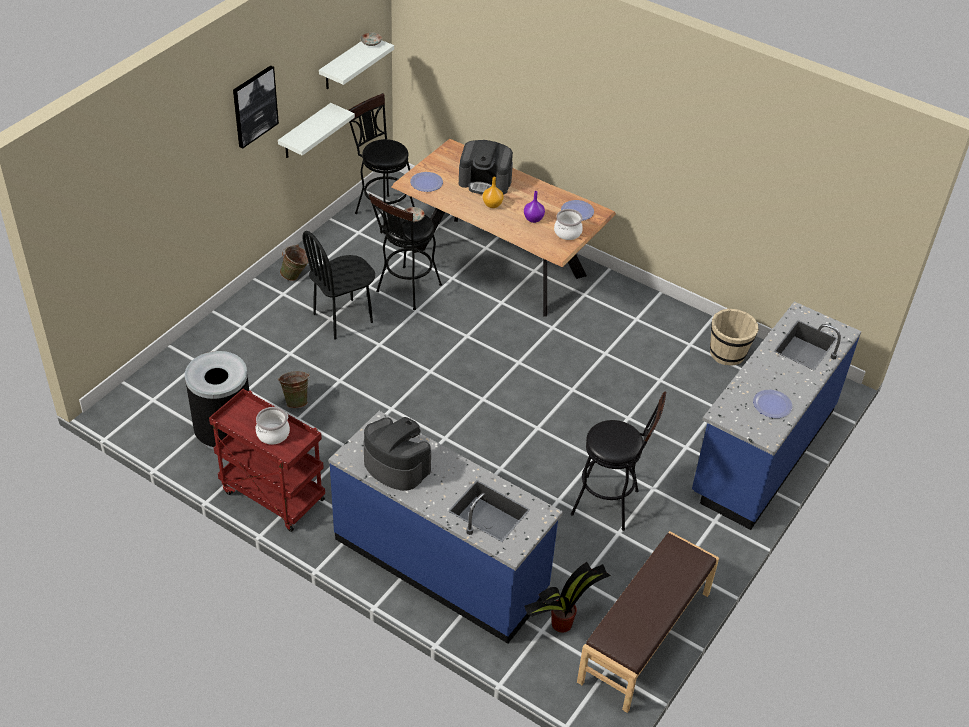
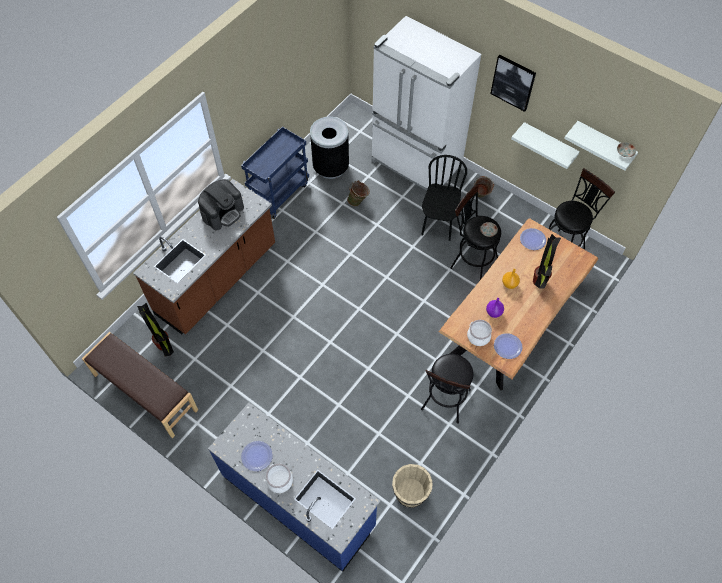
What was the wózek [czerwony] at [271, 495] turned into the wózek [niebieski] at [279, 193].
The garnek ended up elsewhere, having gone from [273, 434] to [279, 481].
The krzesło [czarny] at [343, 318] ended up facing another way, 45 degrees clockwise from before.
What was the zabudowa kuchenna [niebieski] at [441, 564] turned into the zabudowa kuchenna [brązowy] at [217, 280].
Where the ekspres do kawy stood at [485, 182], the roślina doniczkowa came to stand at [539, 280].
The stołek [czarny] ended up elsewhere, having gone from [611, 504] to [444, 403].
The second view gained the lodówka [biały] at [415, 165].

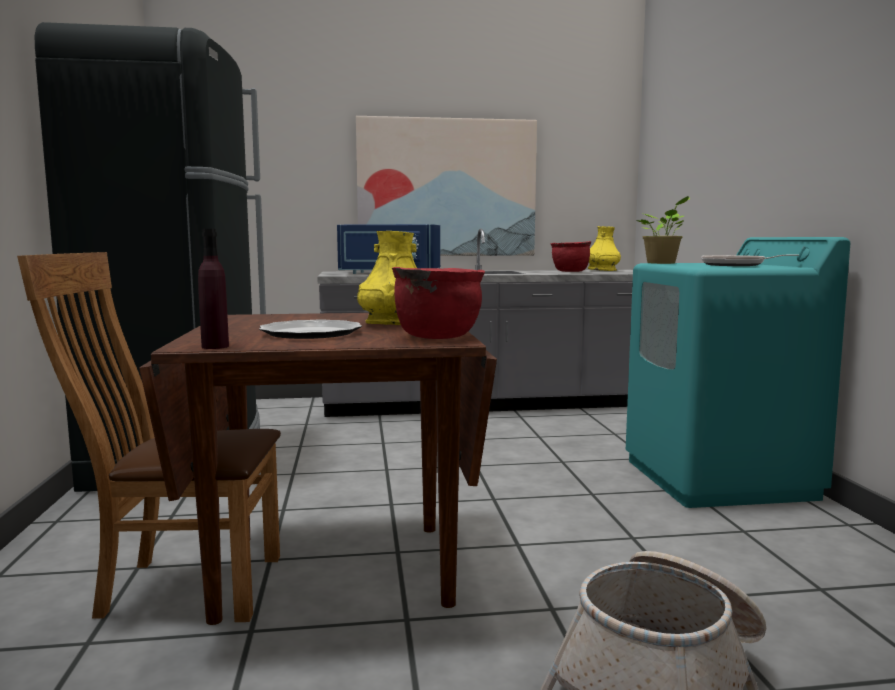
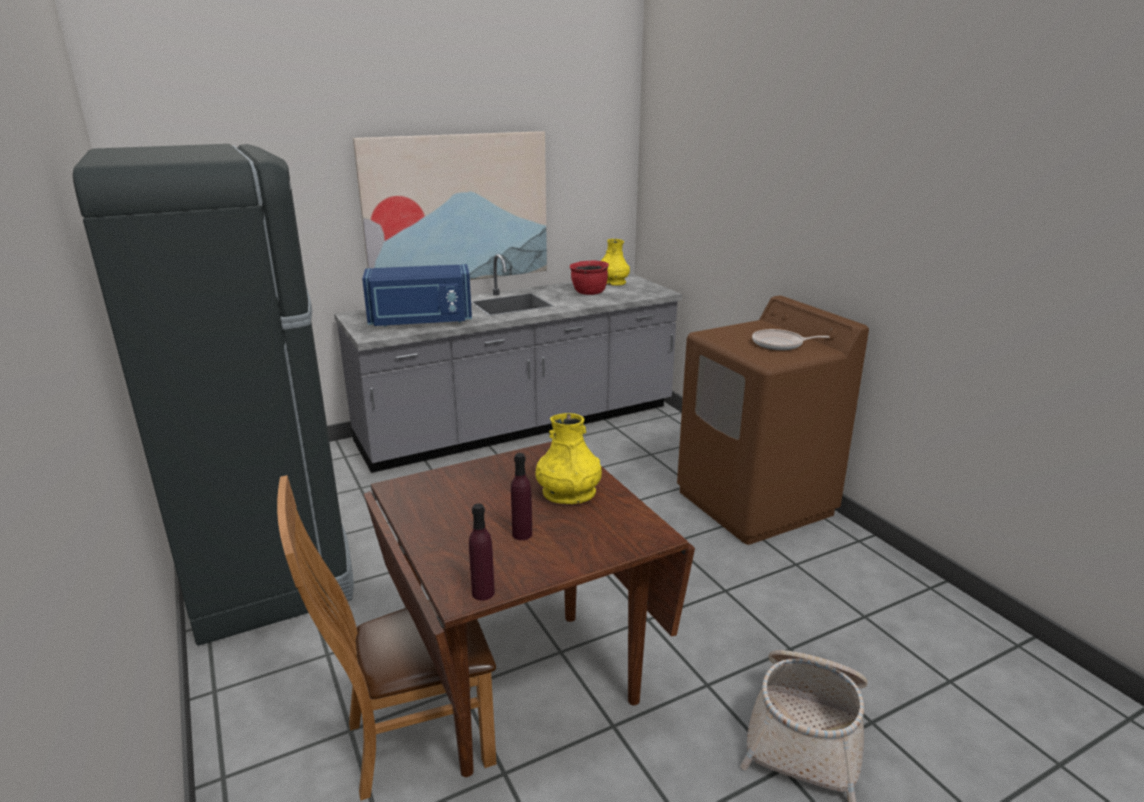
Where the talerz stood at [310, 333], the butelka [fioletowy] came to stand at [522, 534].
The second view lost the garnek [czerwony] at [437, 336].
What was the pralka [turkusowy] at [719, 479] turned into the pralka [brązowy] at [755, 503].
The second view lost the roślina doniczkowa at [663, 263].

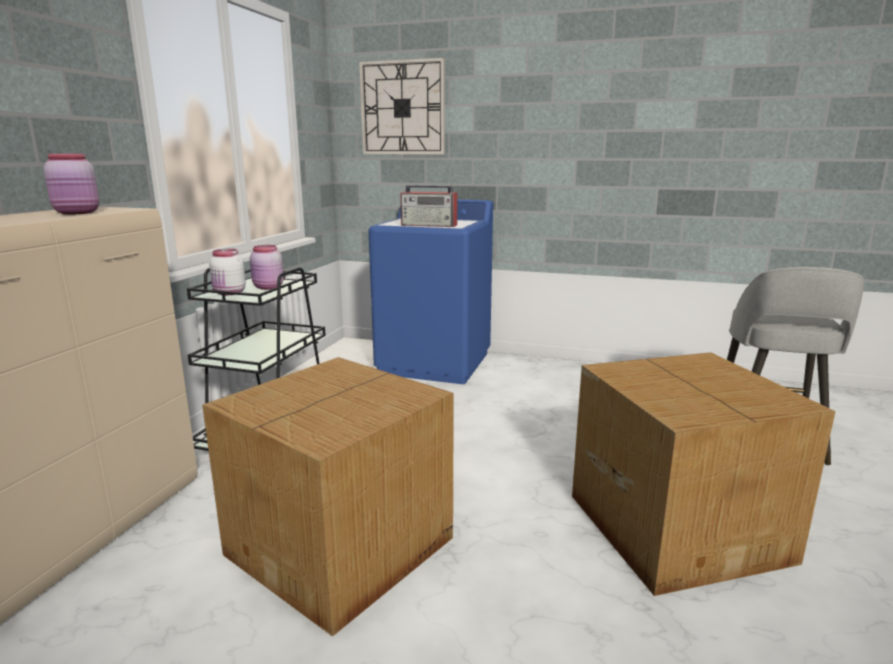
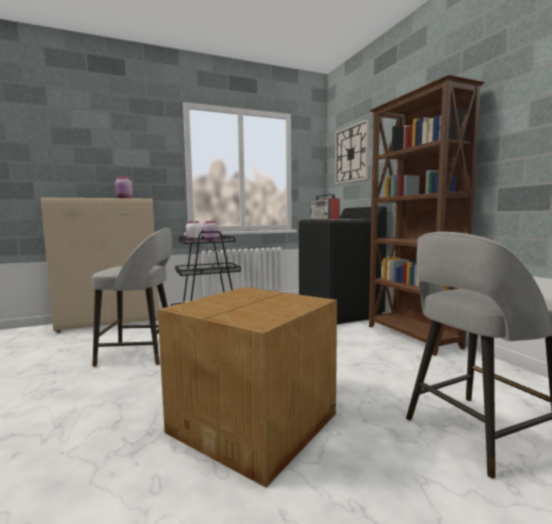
Where the karton stood at [344, 546], the stołek [szary] came to stand at [140, 353].
What was the pralka [niebieski] at [435, 363] turned into the pralka [czarny] at [340, 313].
The second view gained the regał [brązowy] at [412, 337].

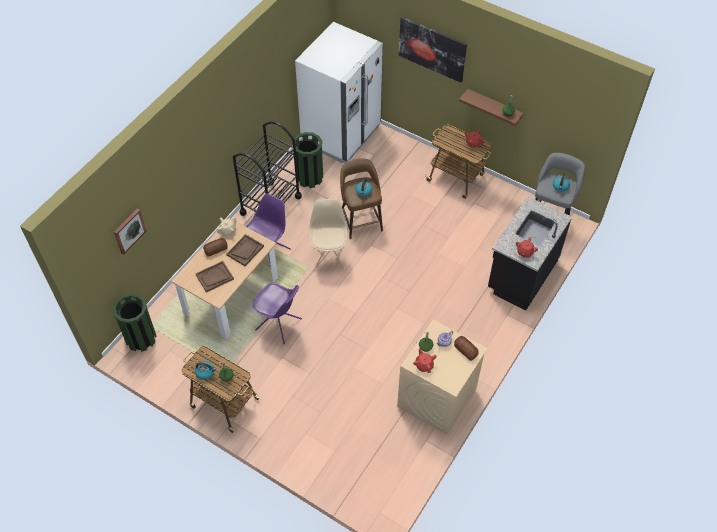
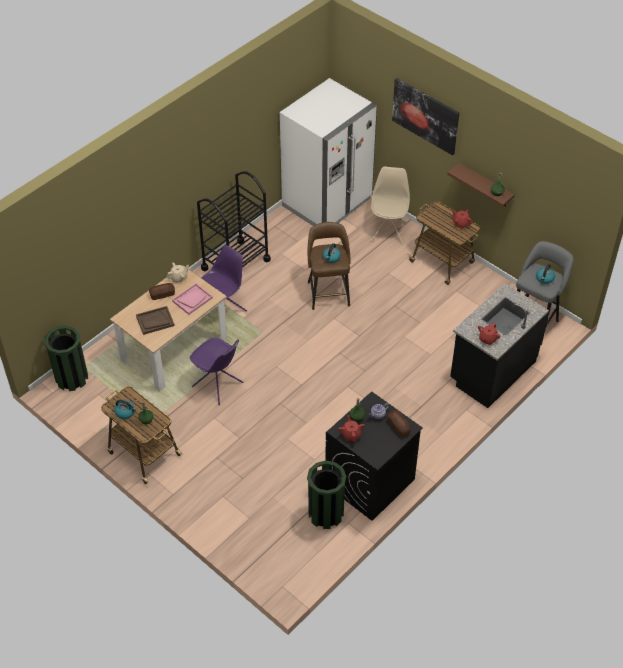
The second view lost the obraz at [129, 230].
What was the taca [brązowy] at [245, 250] turned into the taca [różowy] at [192, 299].
The kosz na śmieci [zielony] ended up elsewhere, having gone from [309, 177] to [325, 513].
The krzesło [beżowy] ended up elsewhere, having gone from [329, 256] to [388, 231].
What was the pralka [beżowy] at [437, 398] turned into the pralka [czarny] at [369, 482].

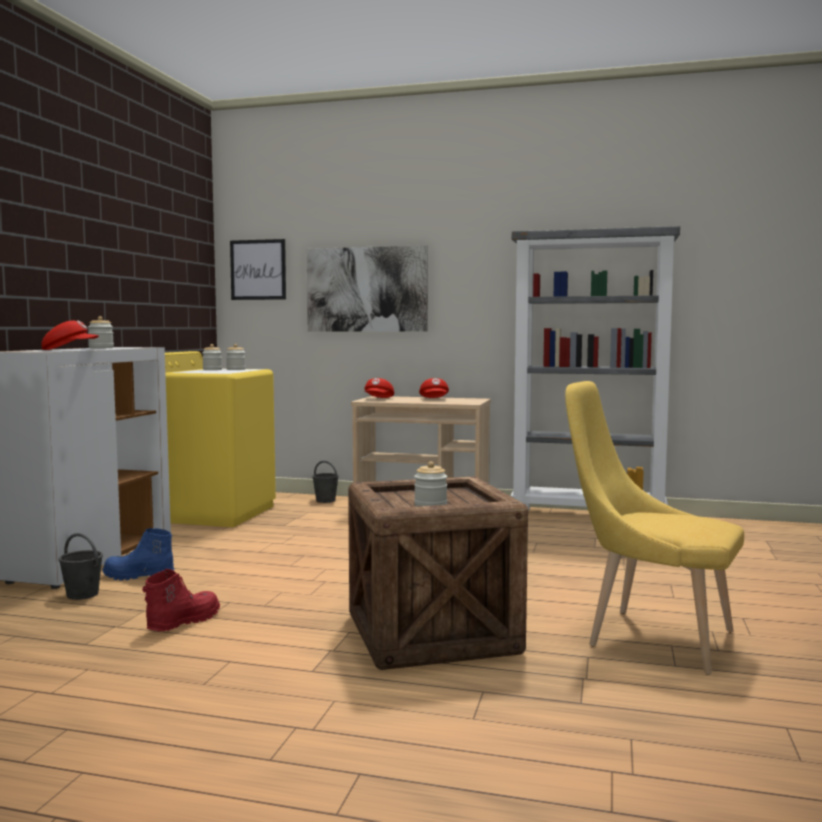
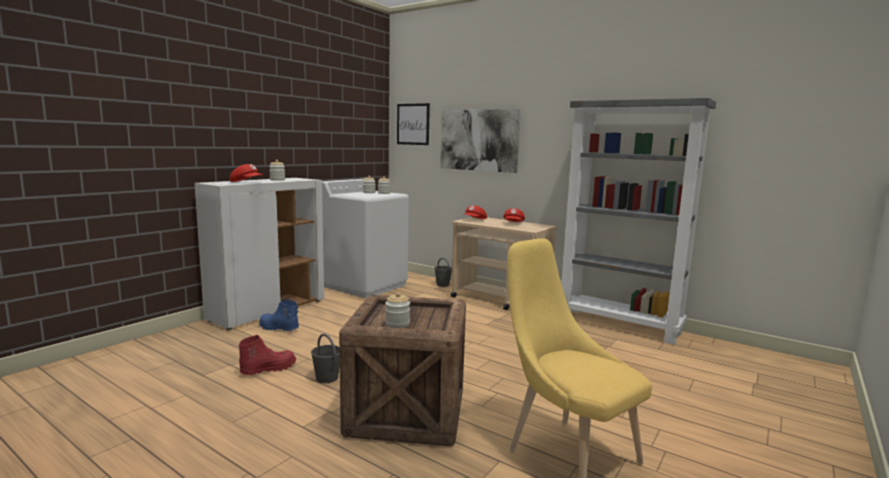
The wiadro [szary] ended up elsewhere, having gone from [83, 594] to [327, 378].
What was the pralka [żółty] at [213, 513] turned into the pralka [biały] at [365, 285].

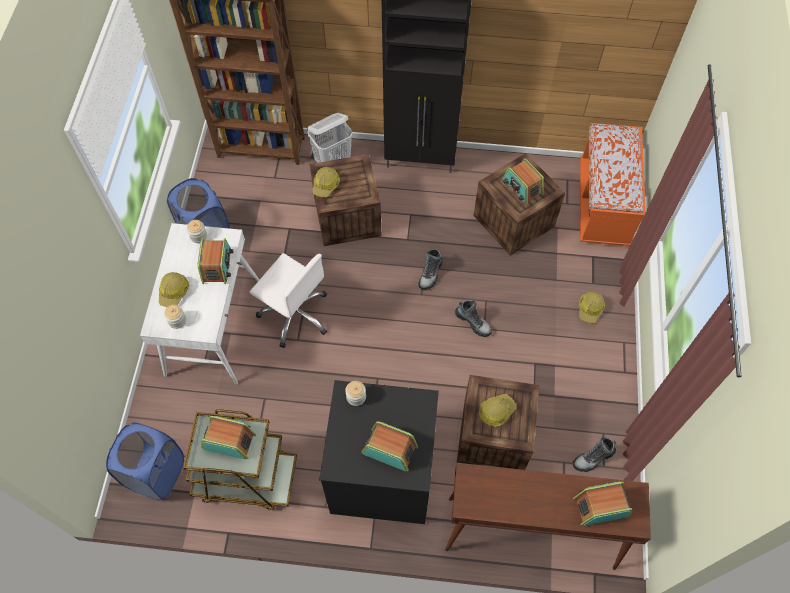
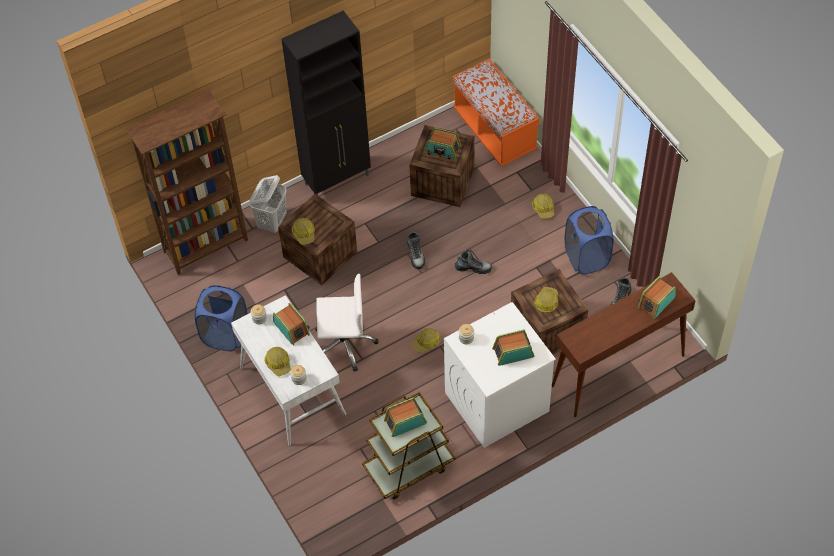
The kosz na pranie [niebieski] ended up elsewhere, having gone from [156, 473] to [586, 257].
What was the pralka [czarny] at [381, 475] turned into the pralka [biały] at [496, 402].
The second view gained the kask at [427, 342].

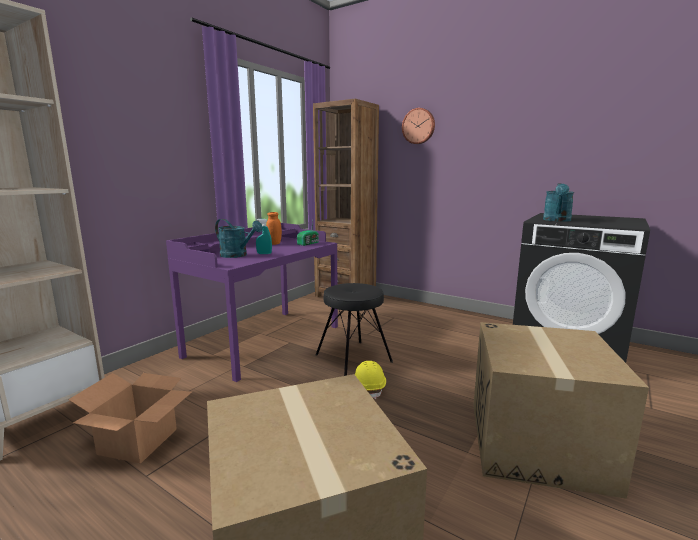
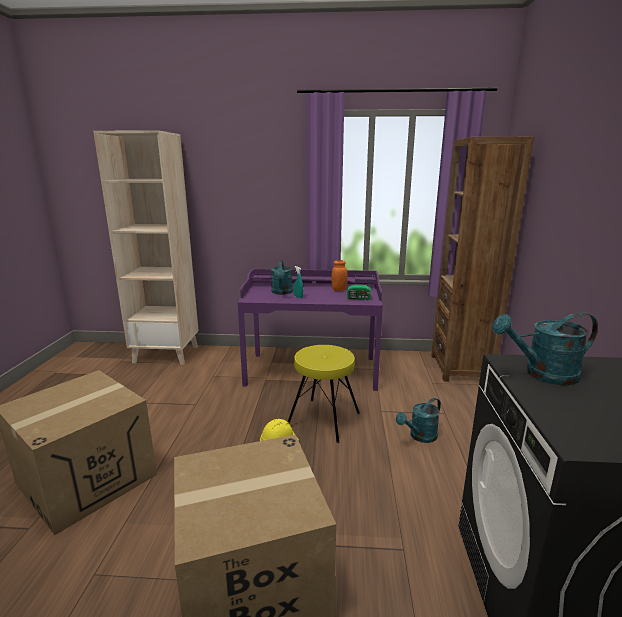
The second view lost the karton at [138, 441].
What was the stołek [czarny] at [353, 358] turned into the stołek [żółty] at [323, 419].
The second view lost the zegar ścienny at [418, 126].
The second view gained the konewka [turkusowy] at [420, 436].

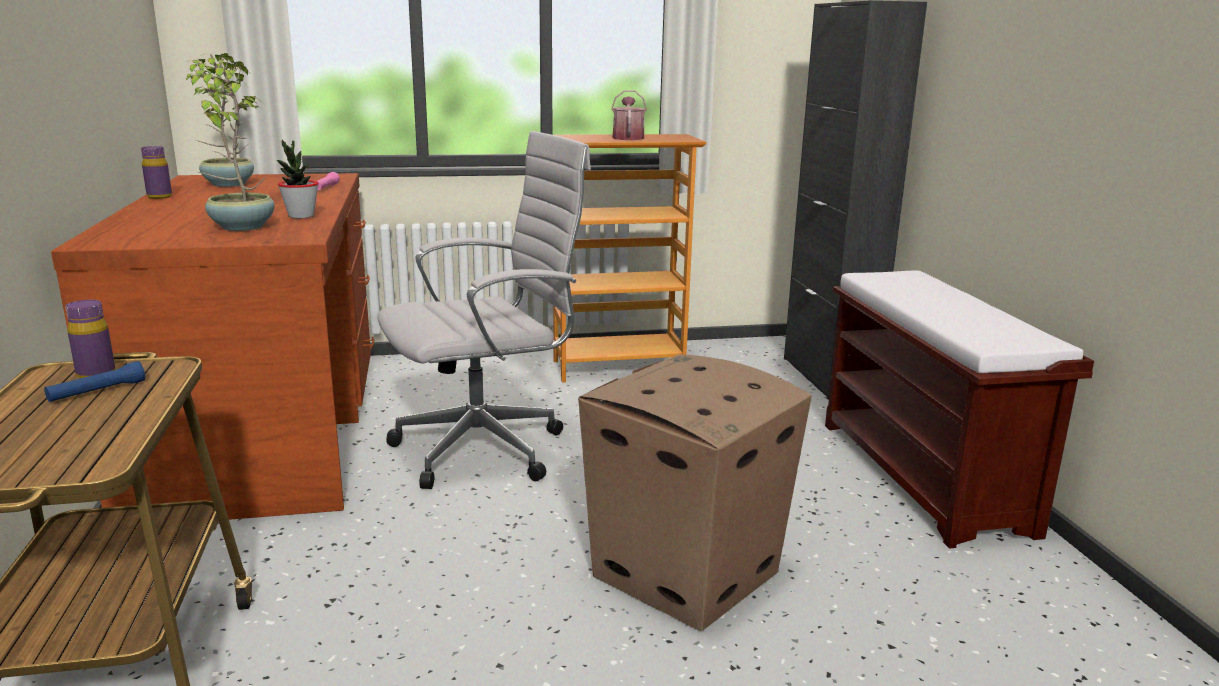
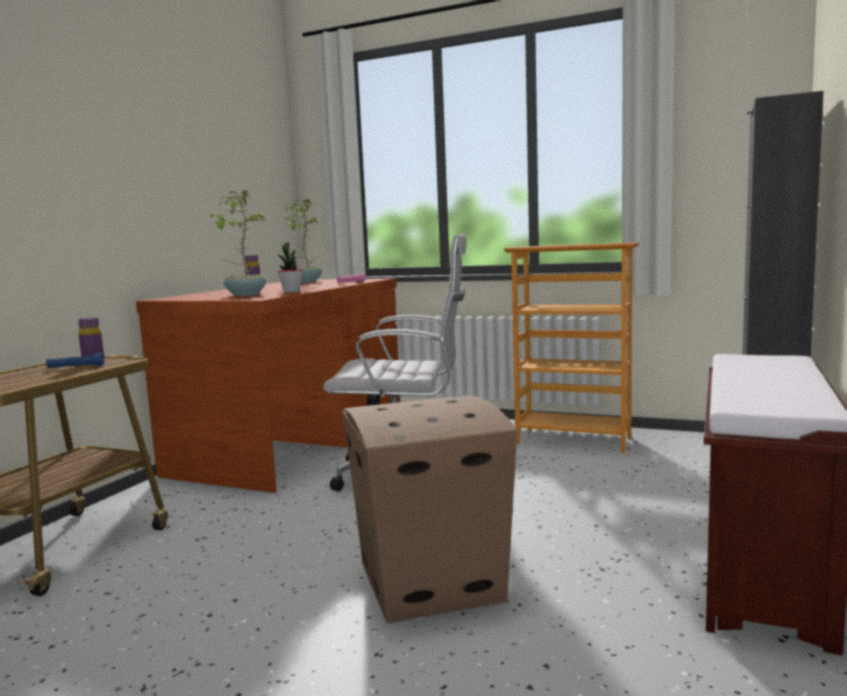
The second view lost the konewka at [628, 137].

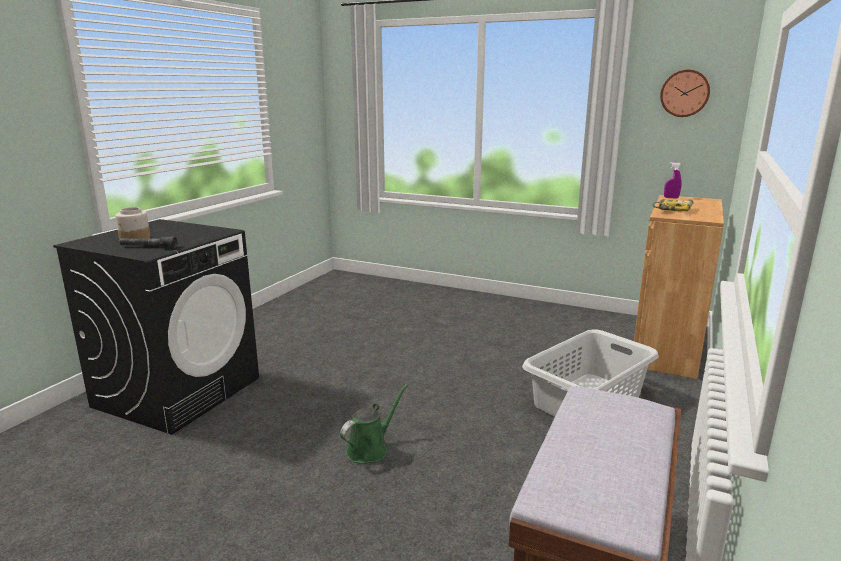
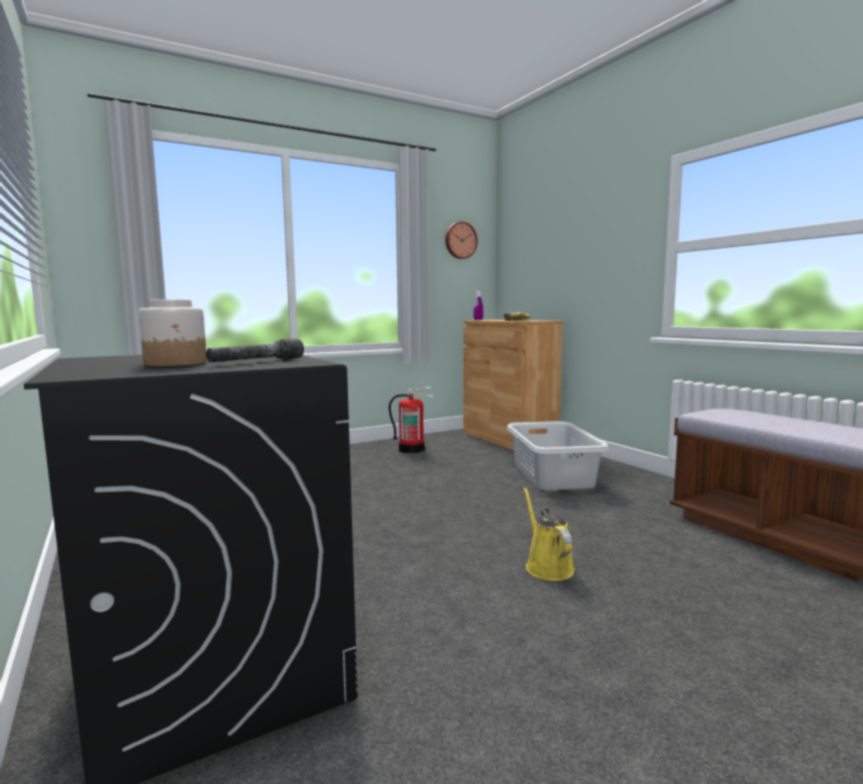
What was the konewka [zielony] at [370, 449] turned into the konewka [żółty] at [547, 566].
The second view gained the gaśnica at [411, 449].

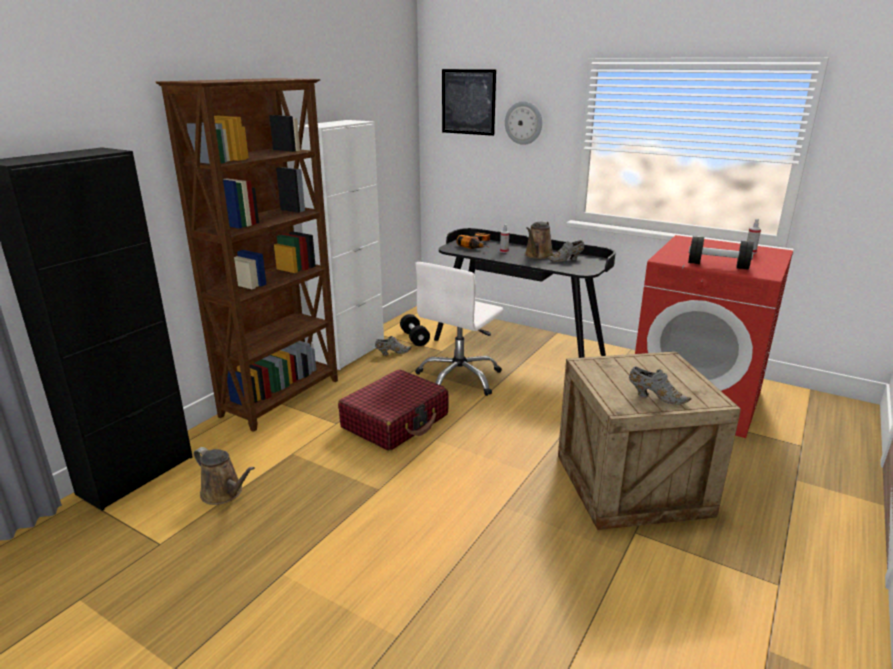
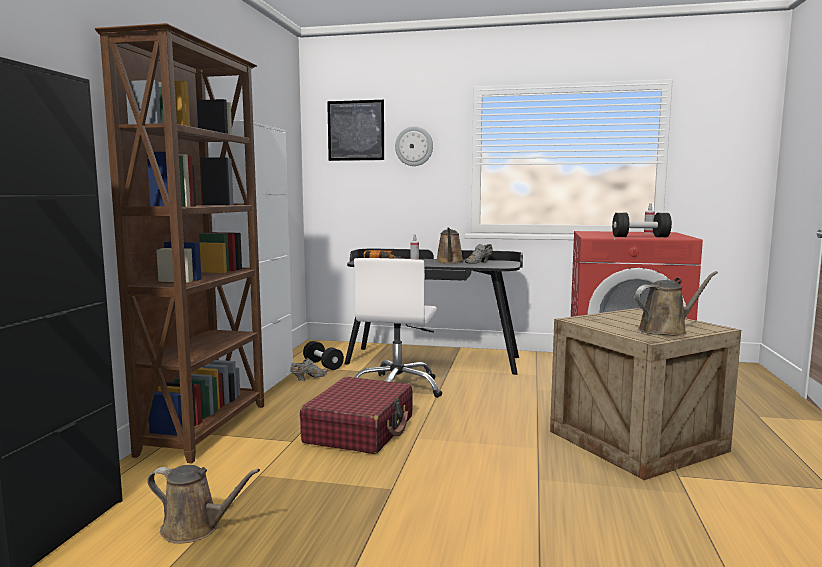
Where the but [szary] stood at [655, 397], the konewka [brązowy] came to stand at [666, 330].

